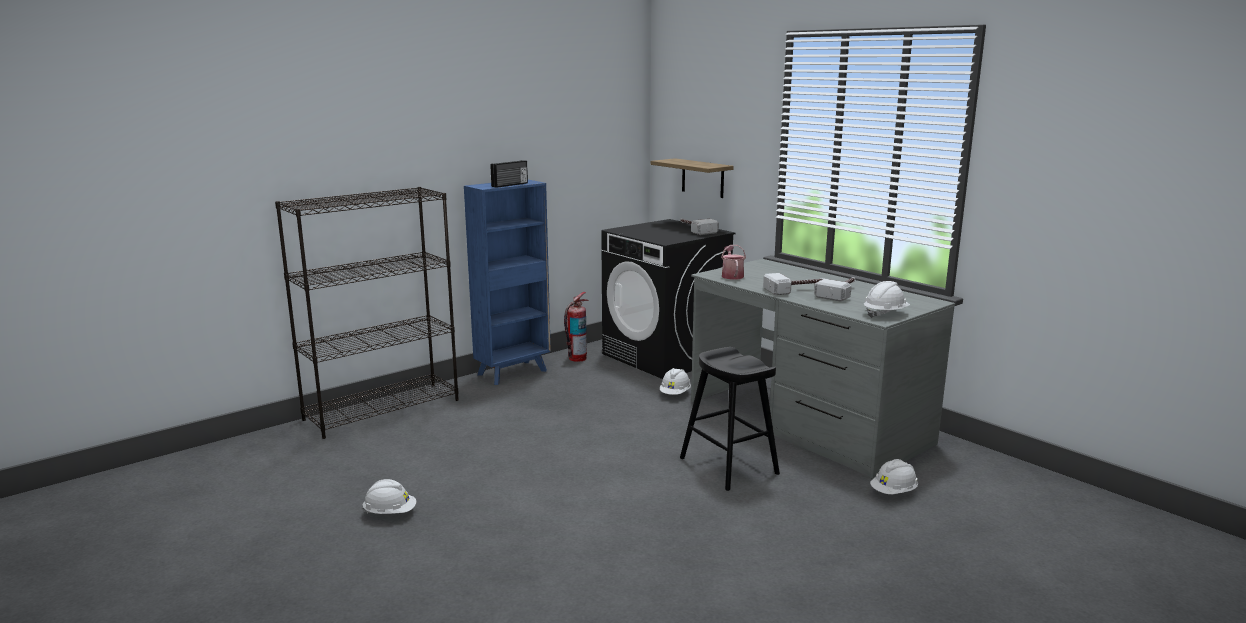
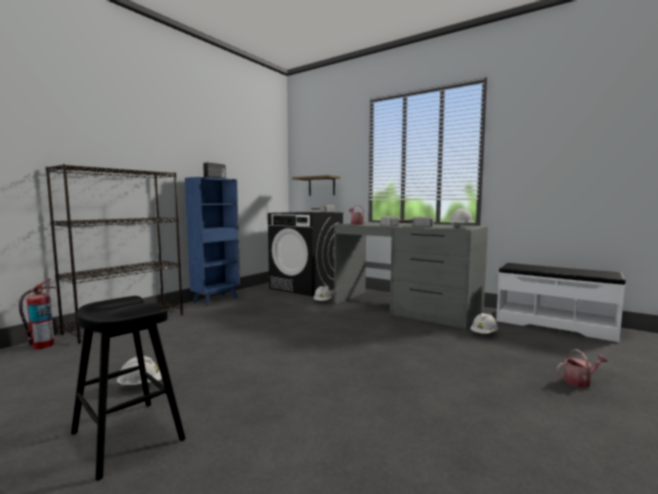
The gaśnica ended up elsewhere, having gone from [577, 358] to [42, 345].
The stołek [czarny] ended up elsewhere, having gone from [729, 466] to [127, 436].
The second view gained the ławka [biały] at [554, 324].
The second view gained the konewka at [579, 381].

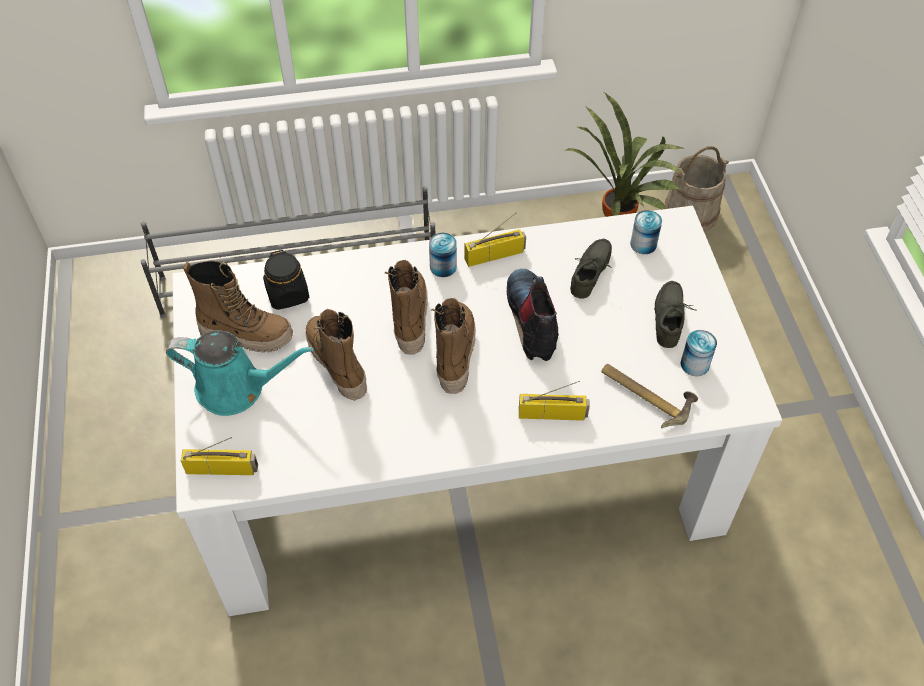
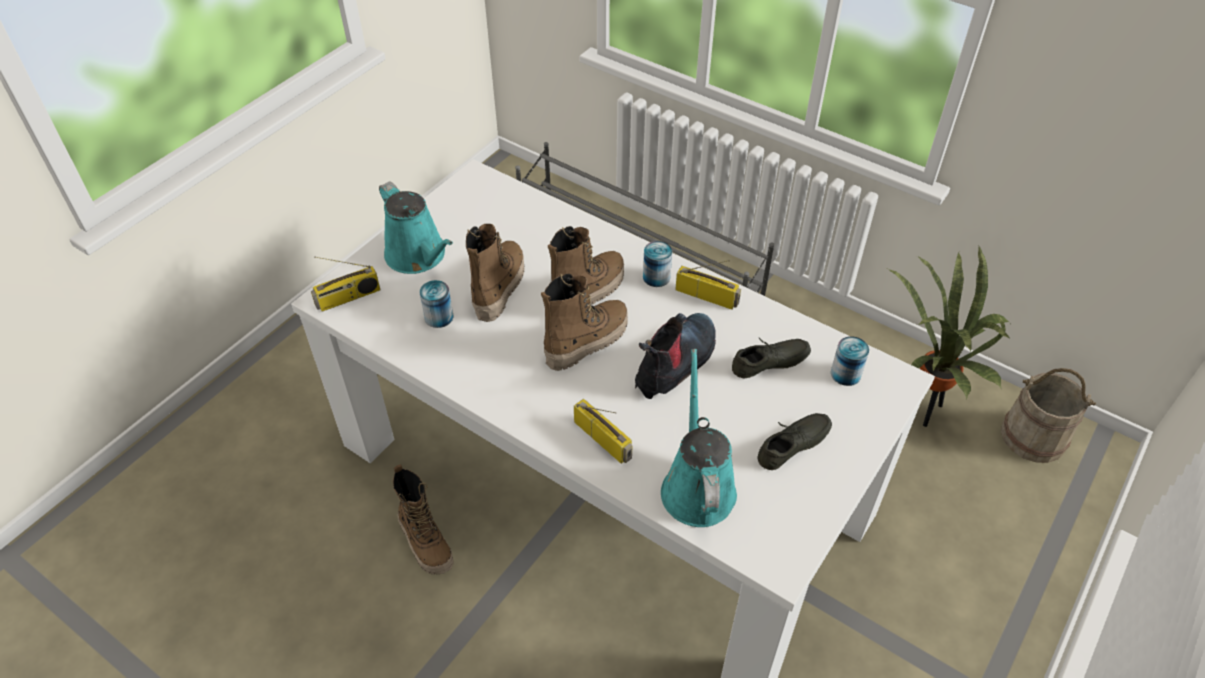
The radio at [222, 468] ended up facing another way, 105 degrees clockwise from before.
The but z cholewką ended up elsewhere, having gone from [246, 334] to [426, 543].
The second view lost the słoik [czarny] at [288, 294].
Where the młotek stood at [646, 394], the konewka [turkusowy] came to stand at [697, 486].
The puszka ended up elsewhere, having gone from [695, 364] to [439, 317].

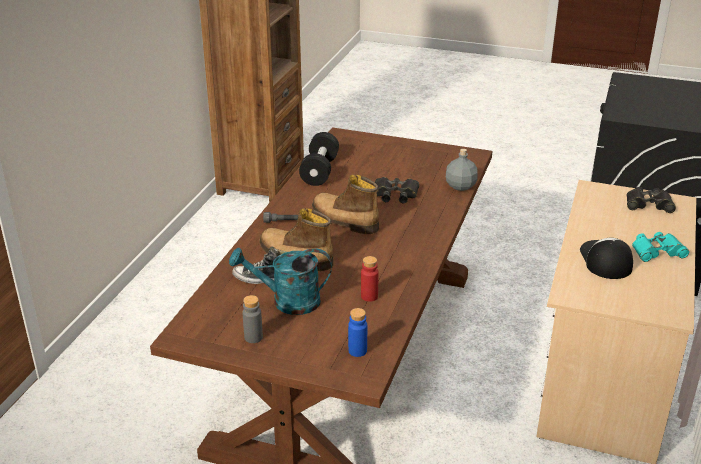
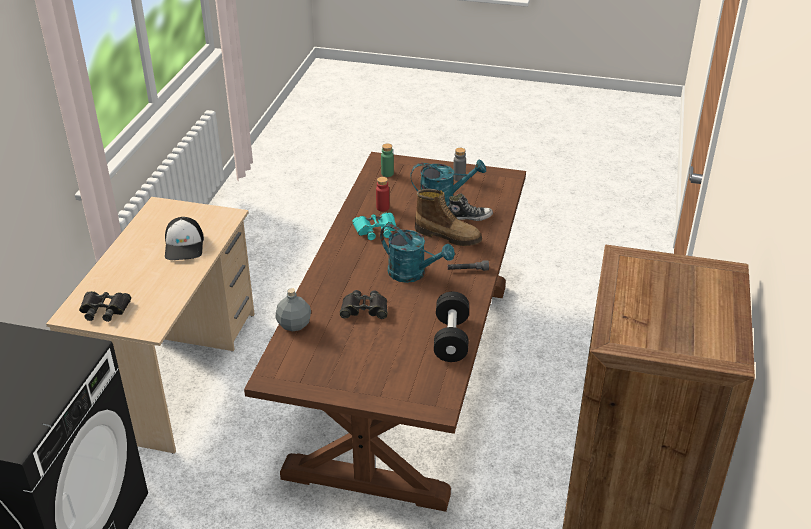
Where the but z cholewką stood at [343, 221], the konewka [turkusowy] came to stand at [413, 274].
What was the butelka [niebieski] at [357, 351] turned into the butelka [zielony] at [387, 173].
The lornetka [turkusowy] ended up elsewhere, having gone from [657, 251] to [375, 230].

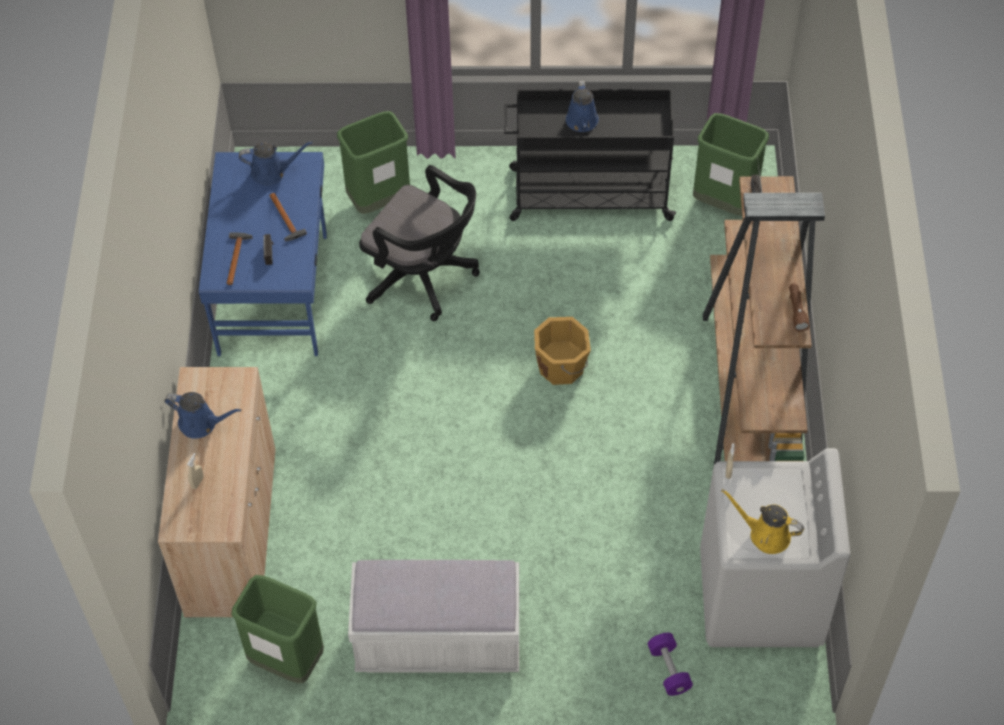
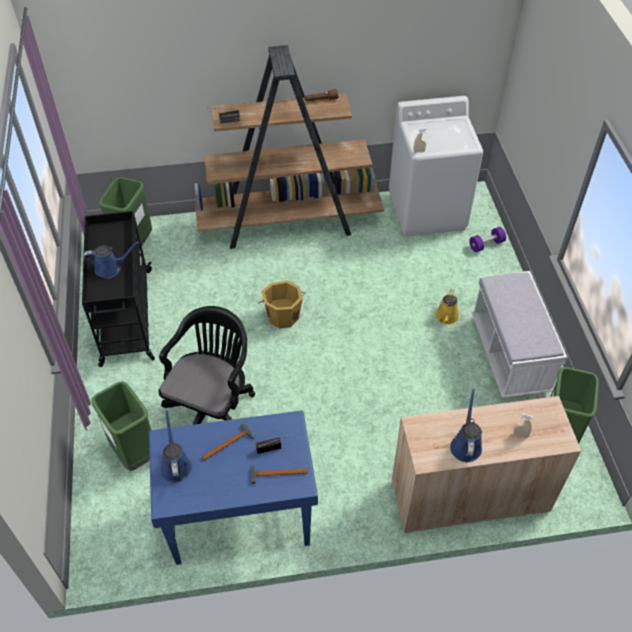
The konewka [żółty] ended up elsewhere, having gone from [765, 534] to [446, 317].

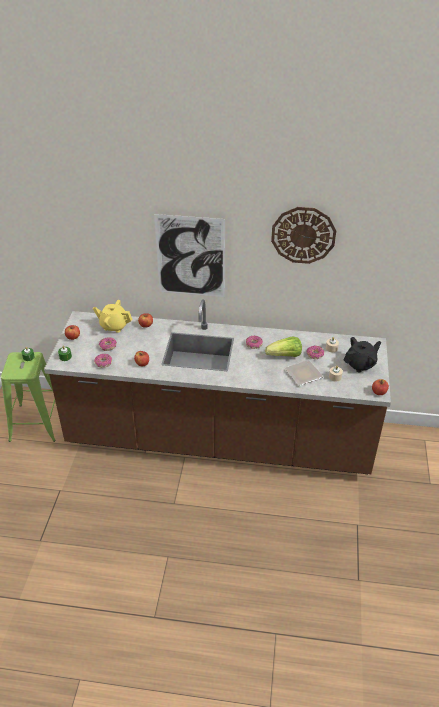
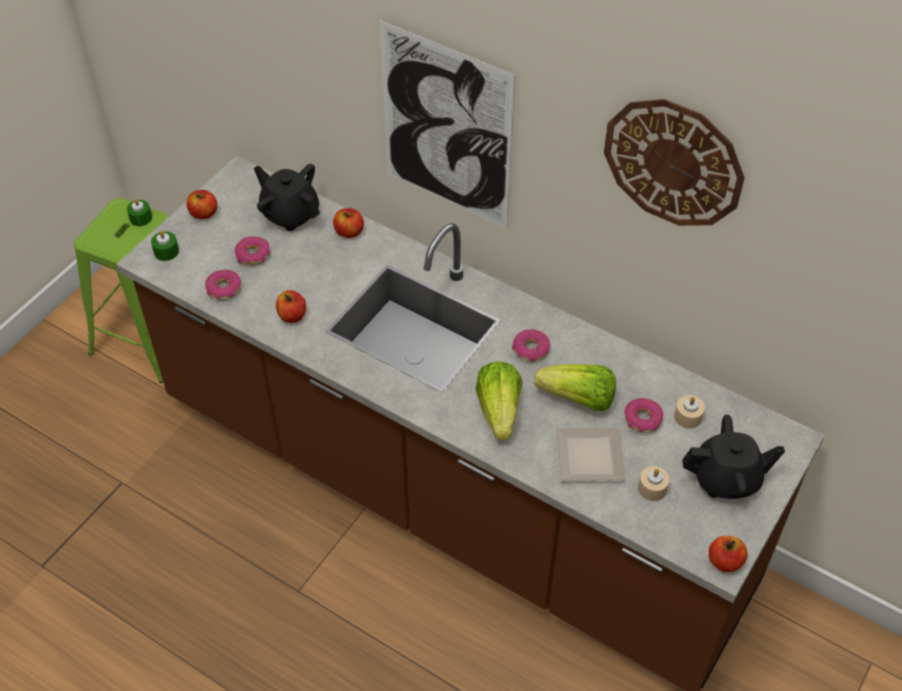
What was the imbryk [żółty] at [114, 326] turned into the imbryk [czarny] at [290, 214].
The second view gained the sałata at [499, 410].

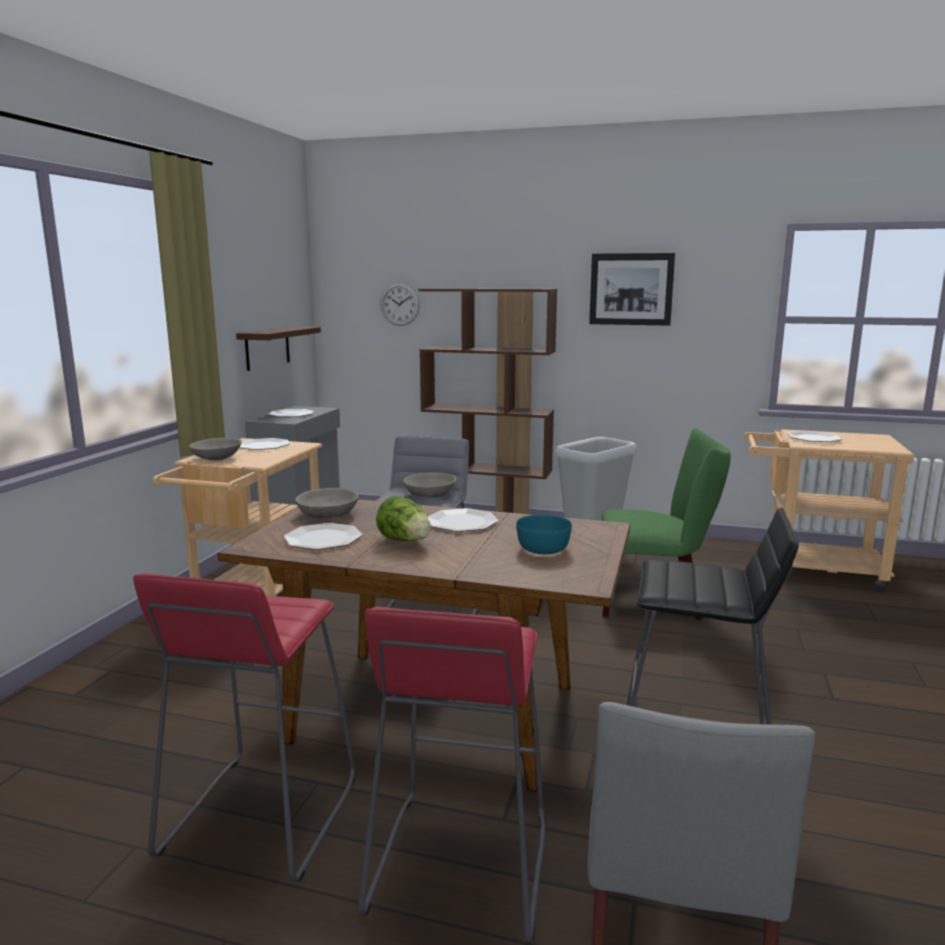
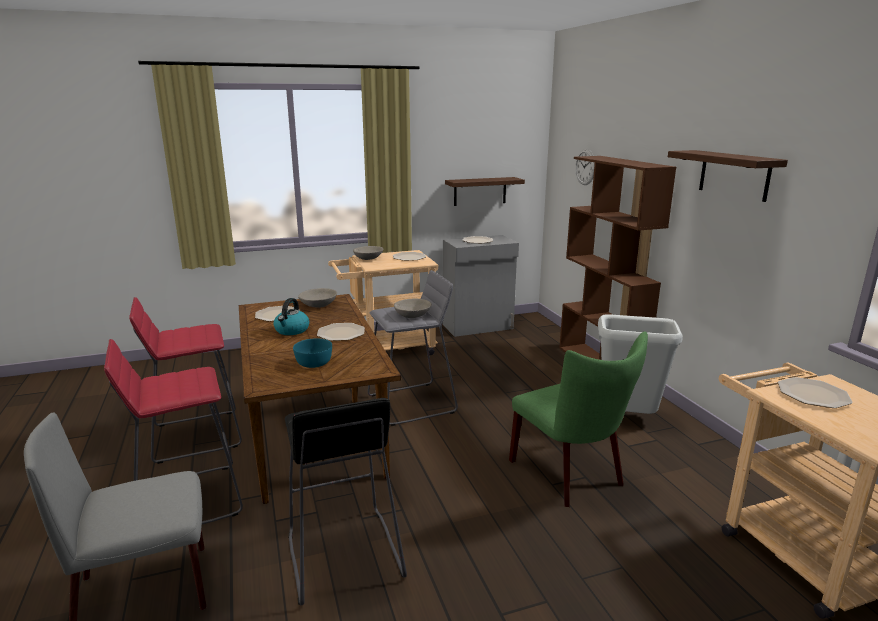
Where the sałata stood at [405, 541], the czajnik came to stand at [292, 330].
Where the obraz hung at [631, 289], the półka came to hang at [734, 175].

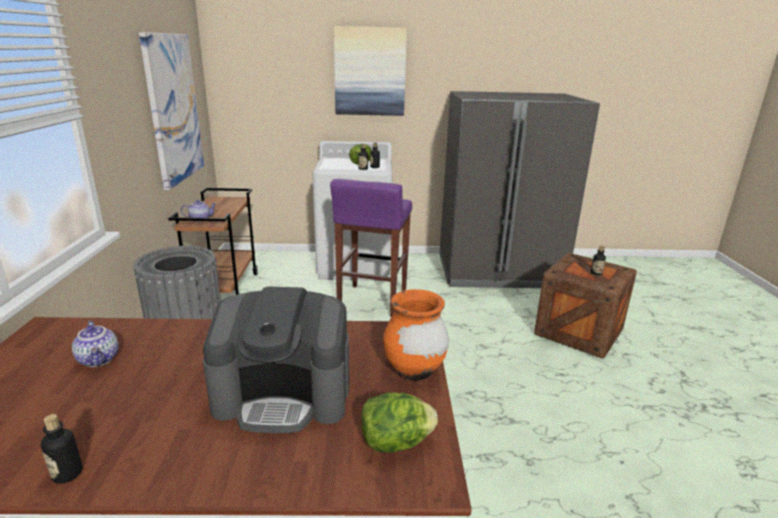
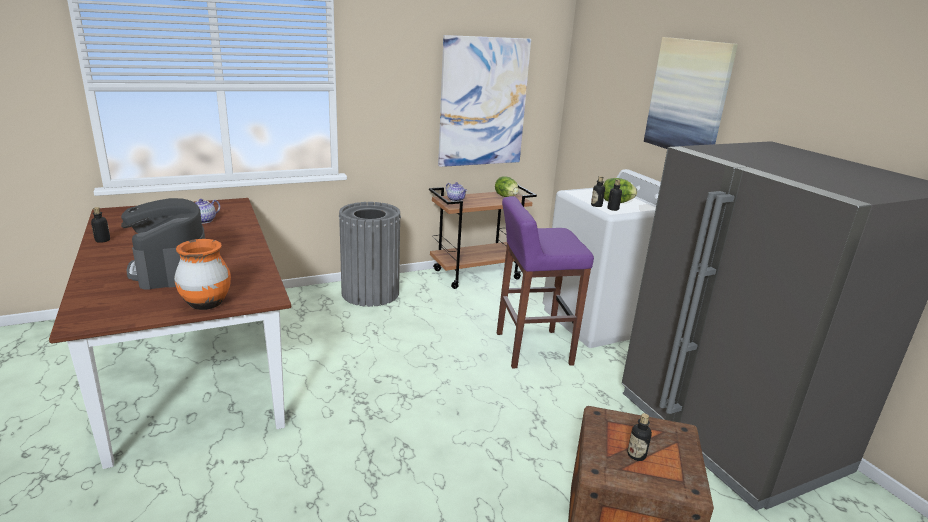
The sałata ended up elsewhere, having gone from [395, 442] to [506, 196].

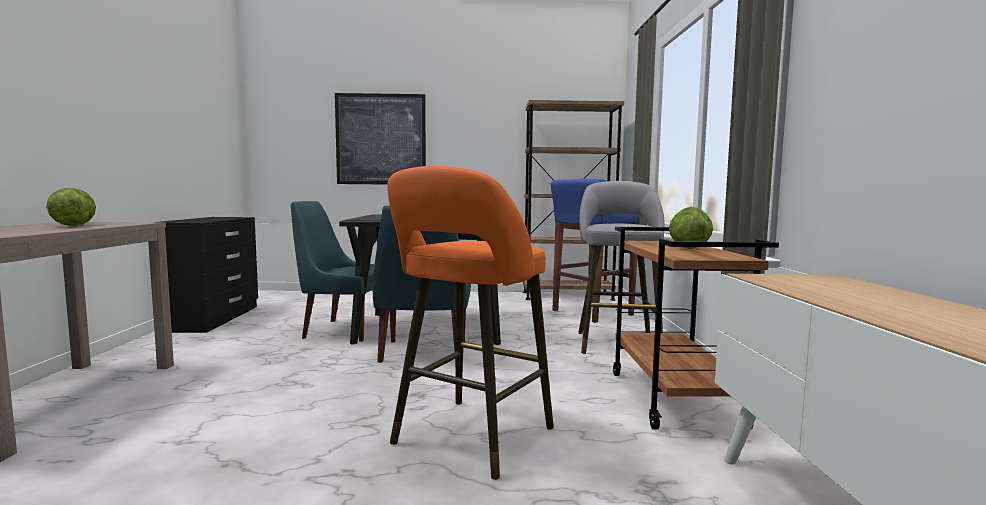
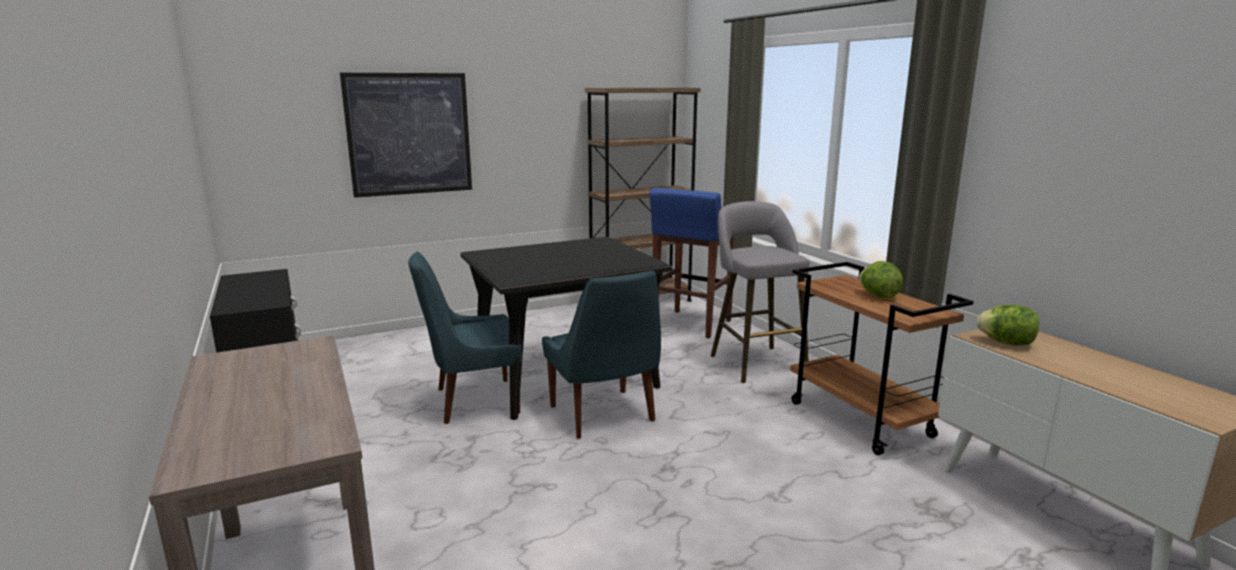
The sałata ended up elsewhere, having gone from [73, 225] to [1006, 343].
The second view lost the stołek [pomarańczowy] at [469, 439].

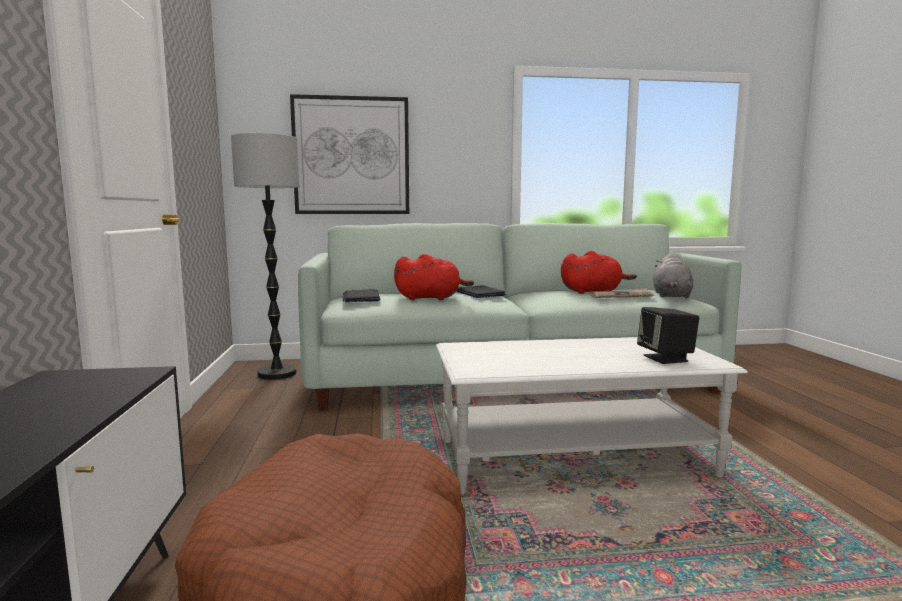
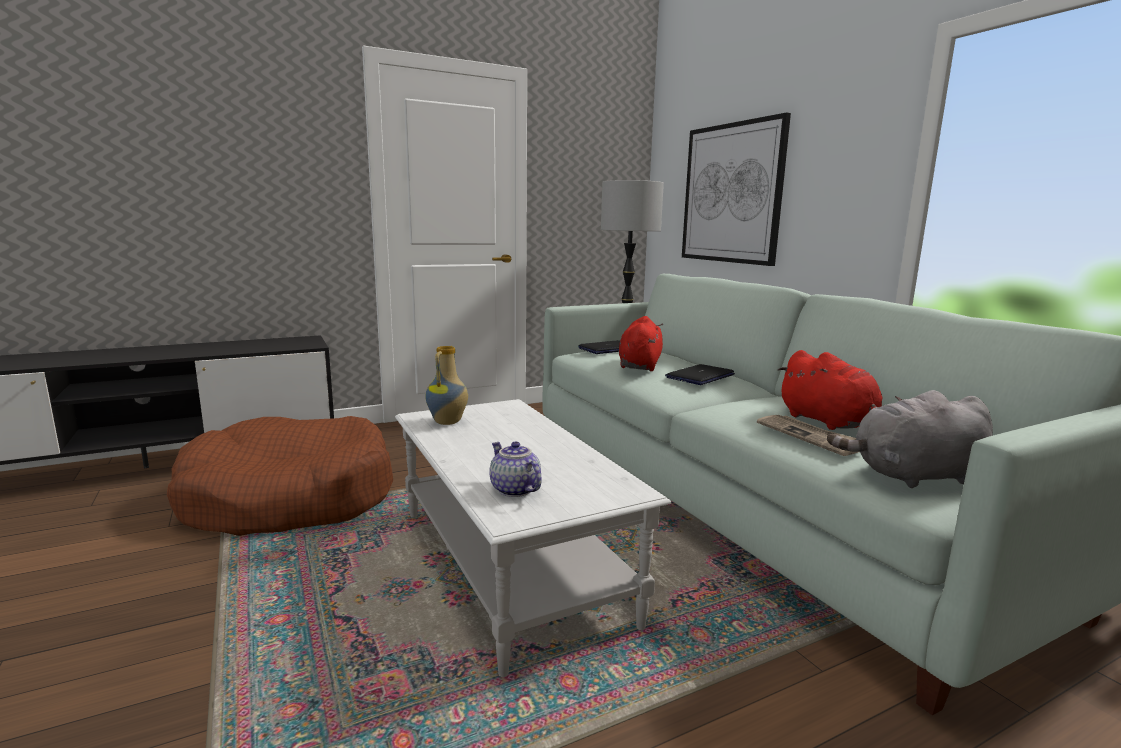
The pluszak [czerwony] at [431, 298] ended up facing another way, 150 degrees counterclockwise from before.
Where the głośnik [czarny] stood at [666, 358], the imbryk came to stand at [513, 490].
The second view gained the wazon at [448, 422].

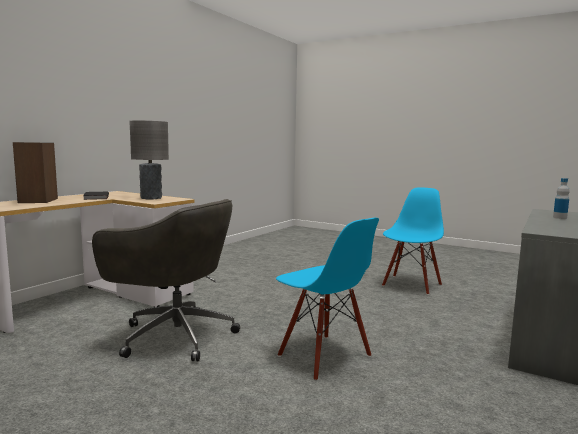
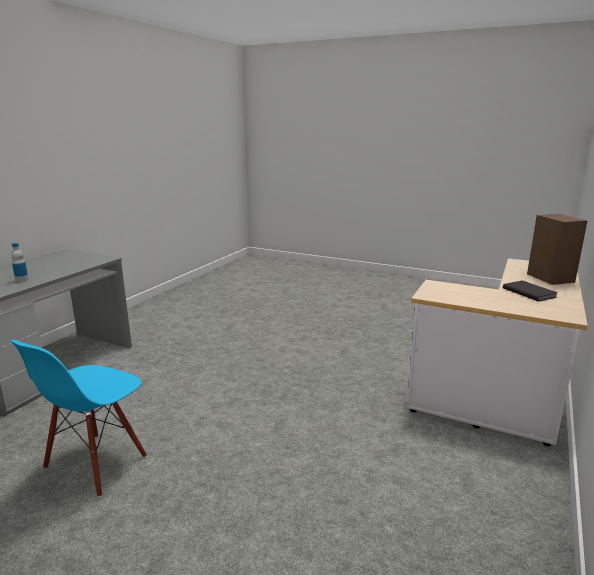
The second view lost the krzesło biurowe [szary] at [174, 335].
The second view lost the lampa stołowa [szary] at [151, 198].
The second view lost the krzesło [niebieski] at [323, 356].

